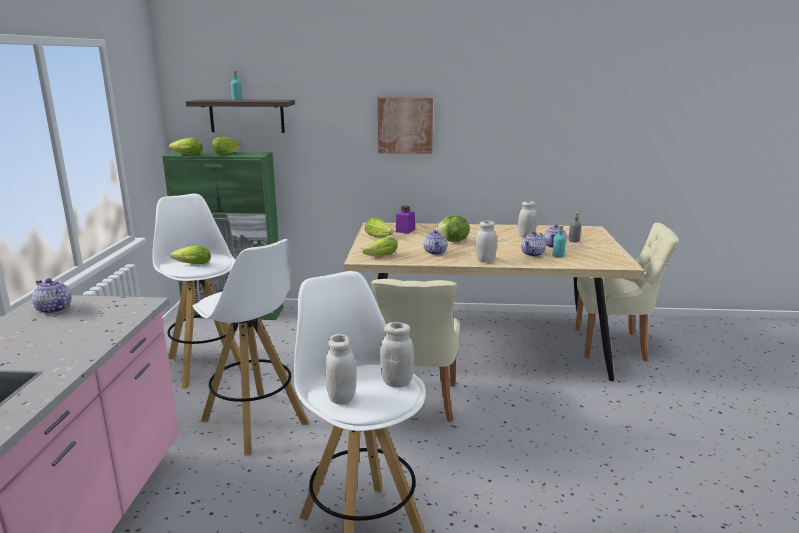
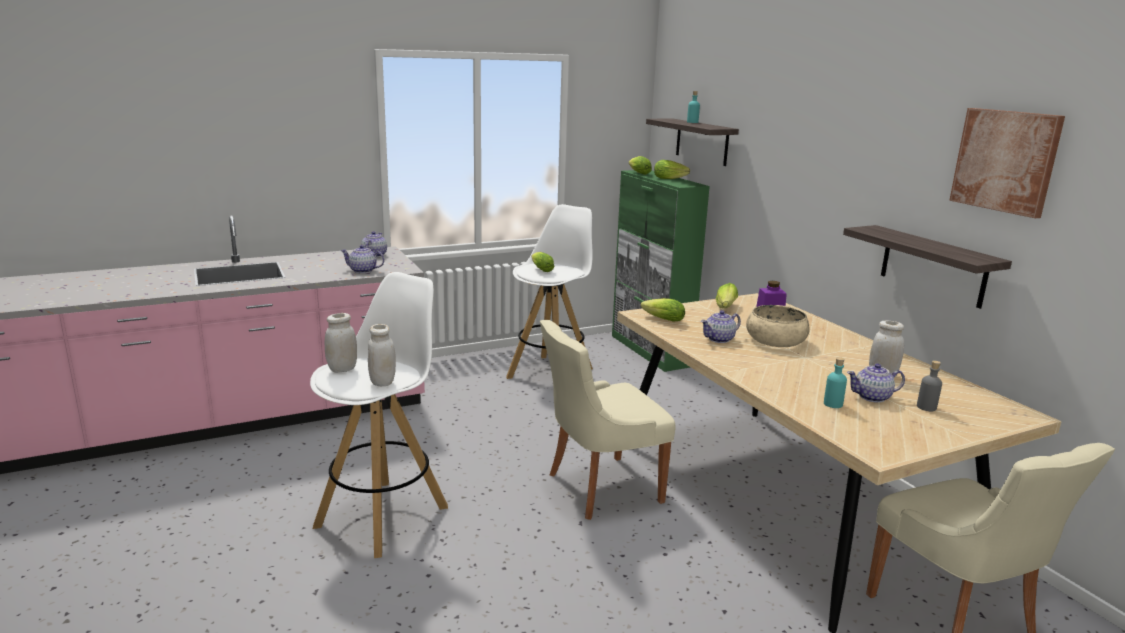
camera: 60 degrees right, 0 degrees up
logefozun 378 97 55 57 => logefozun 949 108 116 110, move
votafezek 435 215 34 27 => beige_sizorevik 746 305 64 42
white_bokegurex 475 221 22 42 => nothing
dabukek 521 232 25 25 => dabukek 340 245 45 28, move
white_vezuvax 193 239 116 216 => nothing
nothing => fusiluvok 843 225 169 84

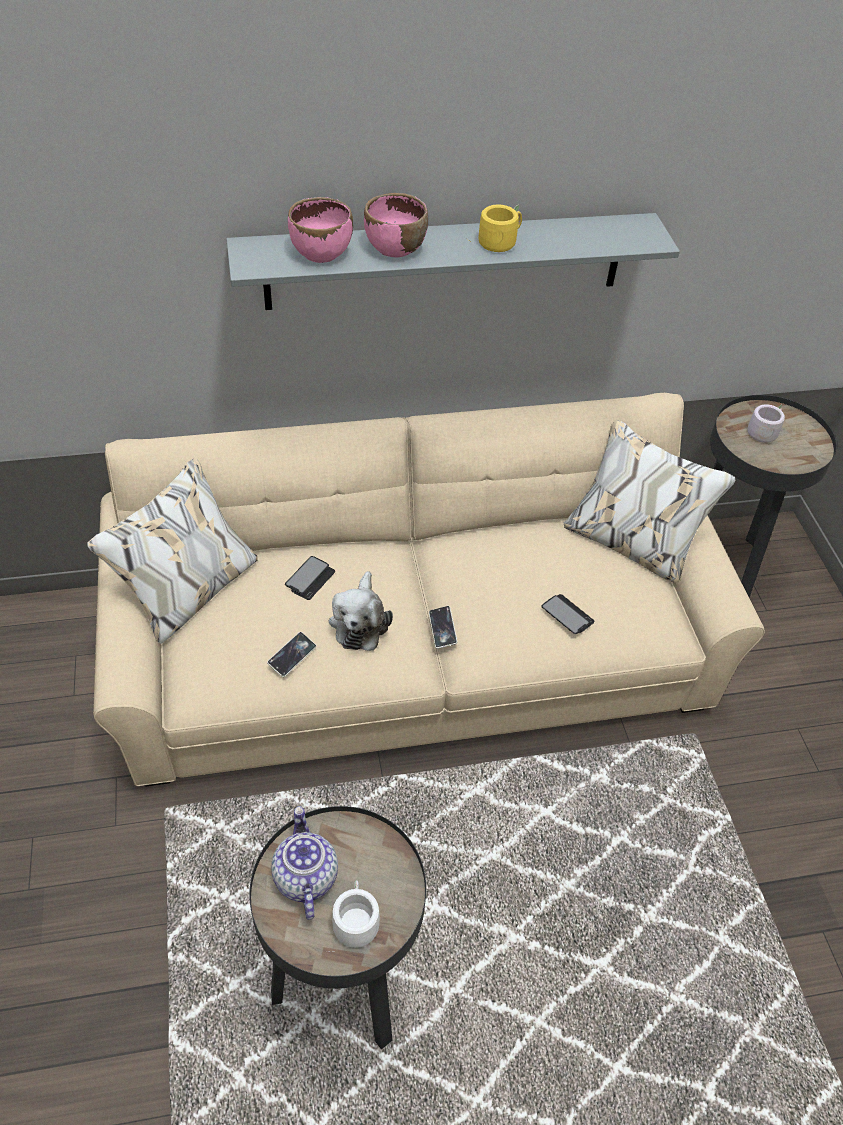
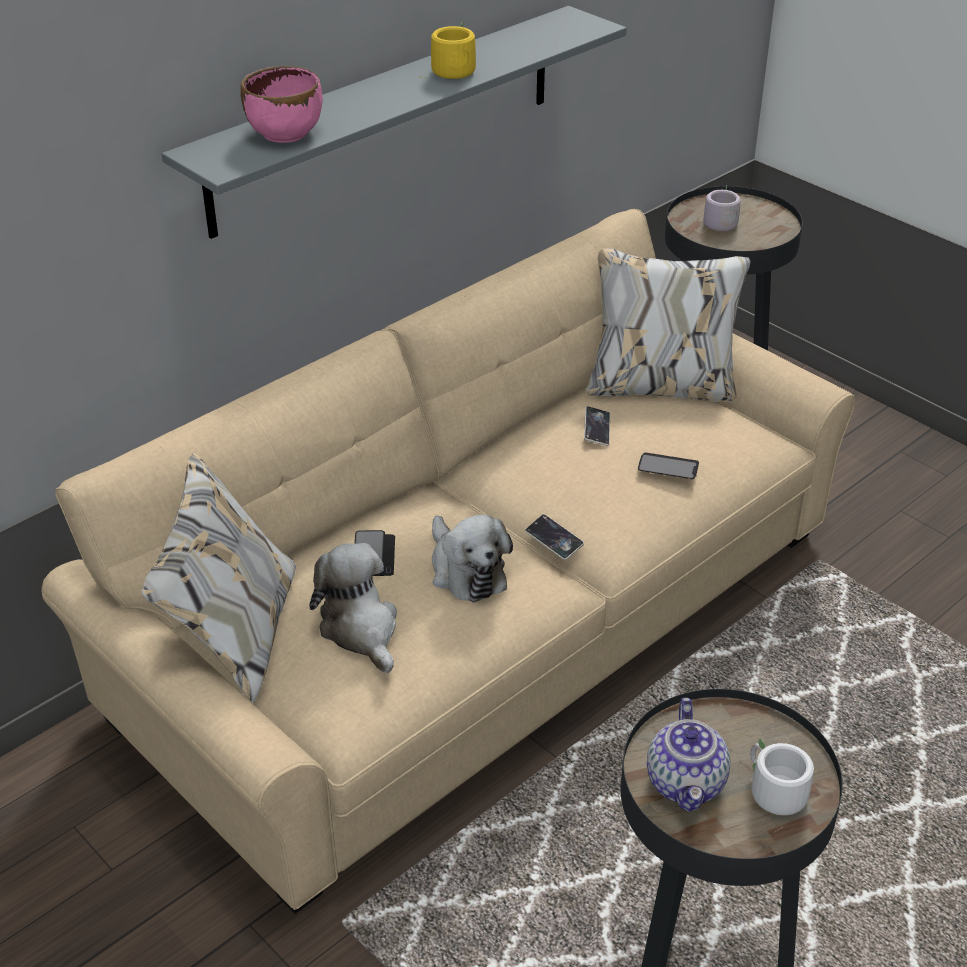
camera: 30 degrees left, 10 degrees down
pink_sizorevik 364 193 64 64 => nothing
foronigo 267 632 49 45 => foronigo 584 406 26 40, move
dabukek 271 806 67 114 => dabukek 647 698 83 114, 135 degrees counterclockwise
nothing => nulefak 309 543 88 130

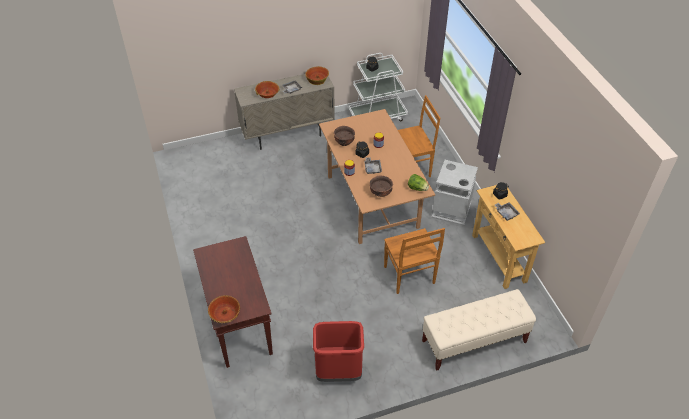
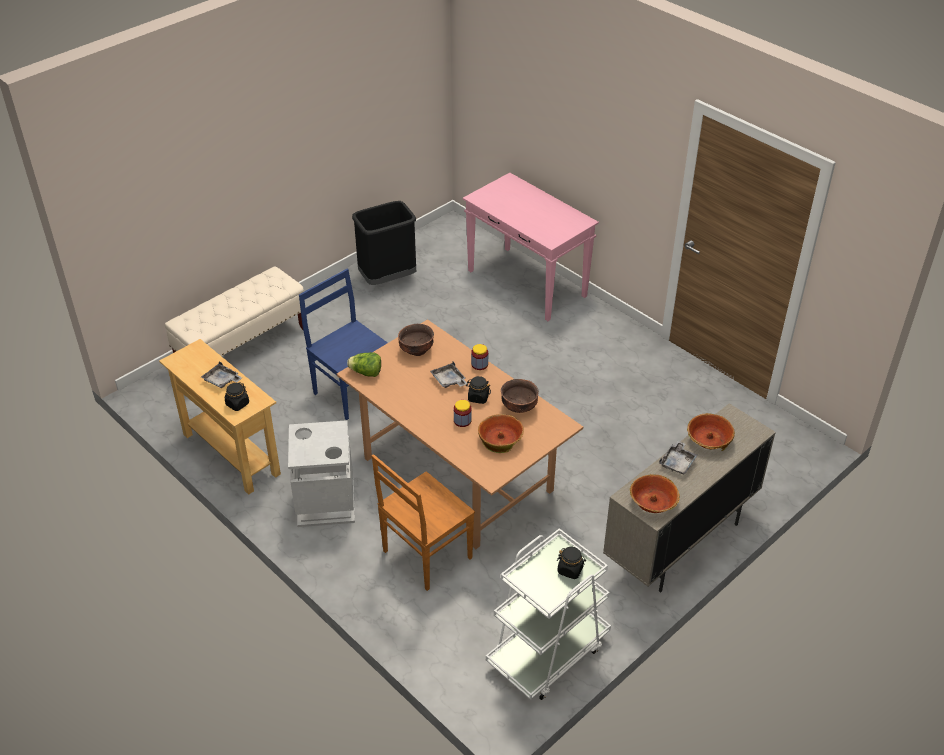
camera: 155 degrees right, 5 degrees down
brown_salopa 384 228 61 66 => blue_salopa 299 269 89 151
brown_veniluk 193 236 80 132 => pink_veniluk 463 173 136 148
sizorevik 208 295 32 28 => sizorevik 478 414 46 39, move
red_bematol 313 321 51 61 => black_bematol 352 201 64 84

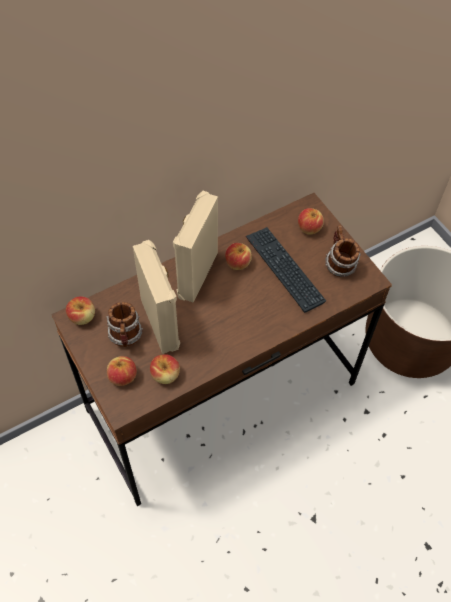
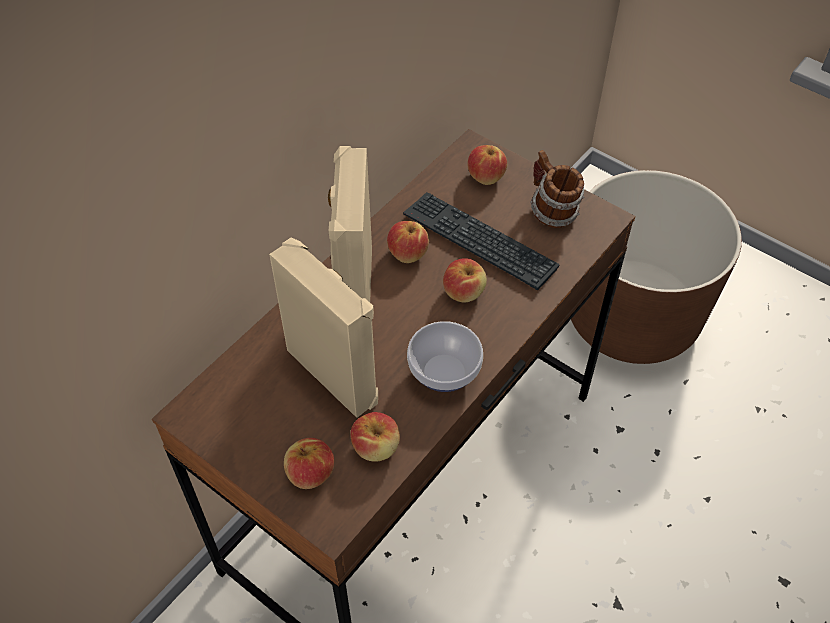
camera: 20 degrees left, 5 degrees down
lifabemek 66 296 29 29 => lifabemek 443 258 44 44, move
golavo 107 302 36 45 => nothing
nothing => sizorevik 407 321 76 71

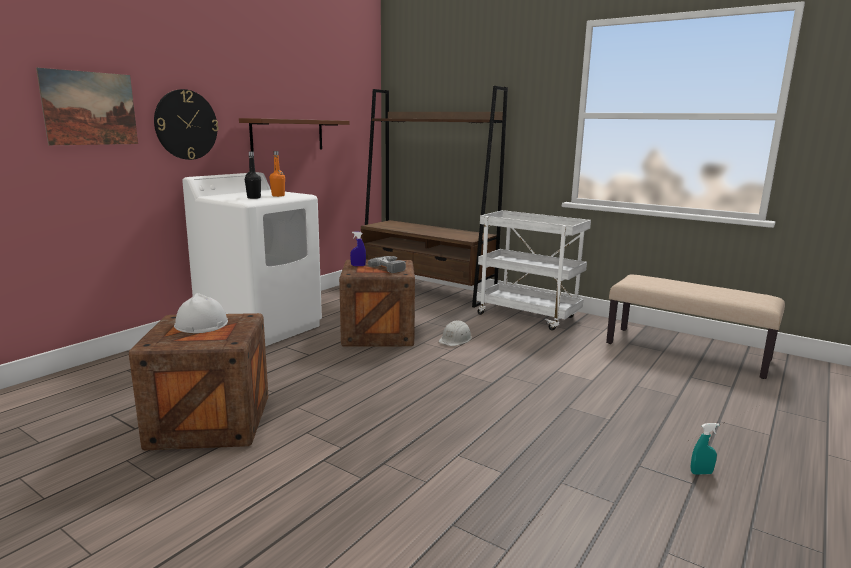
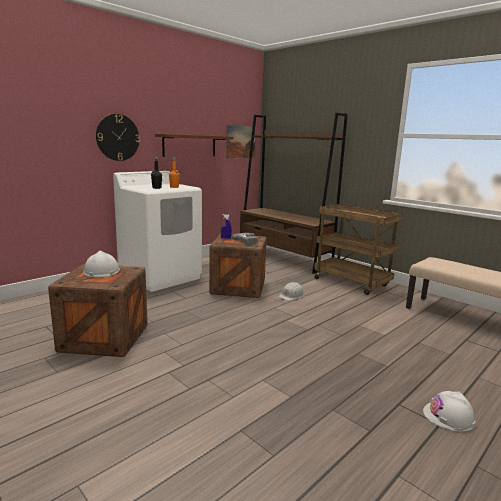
camera: 10 degrees right, 0 degrees up
logefozun 36 68 102 77 => logefozun 226 125 30 34, move
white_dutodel 476 210 115 121 => brown_dutodel 314 204 89 91
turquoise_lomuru 691 423 28 52 => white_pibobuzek 423 391 53 41

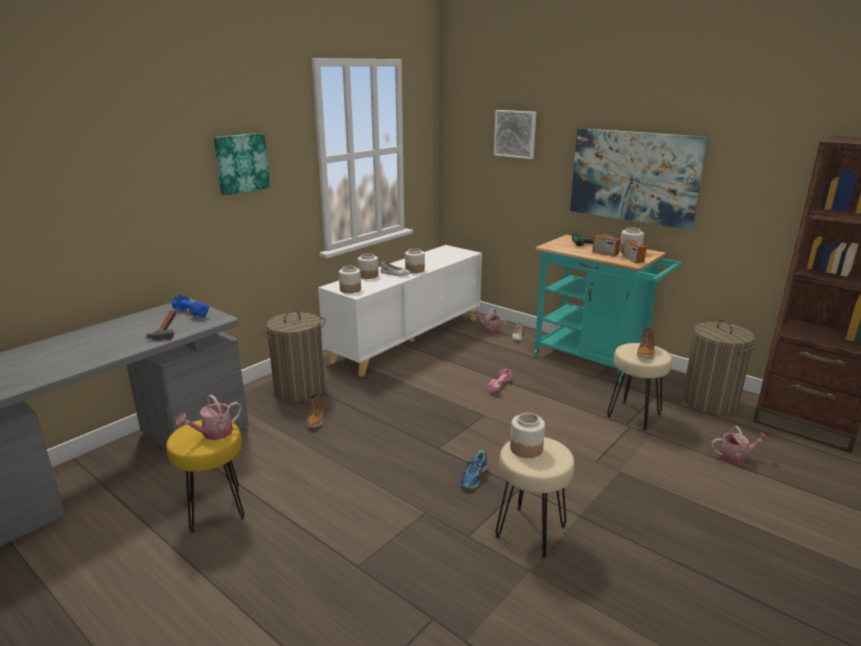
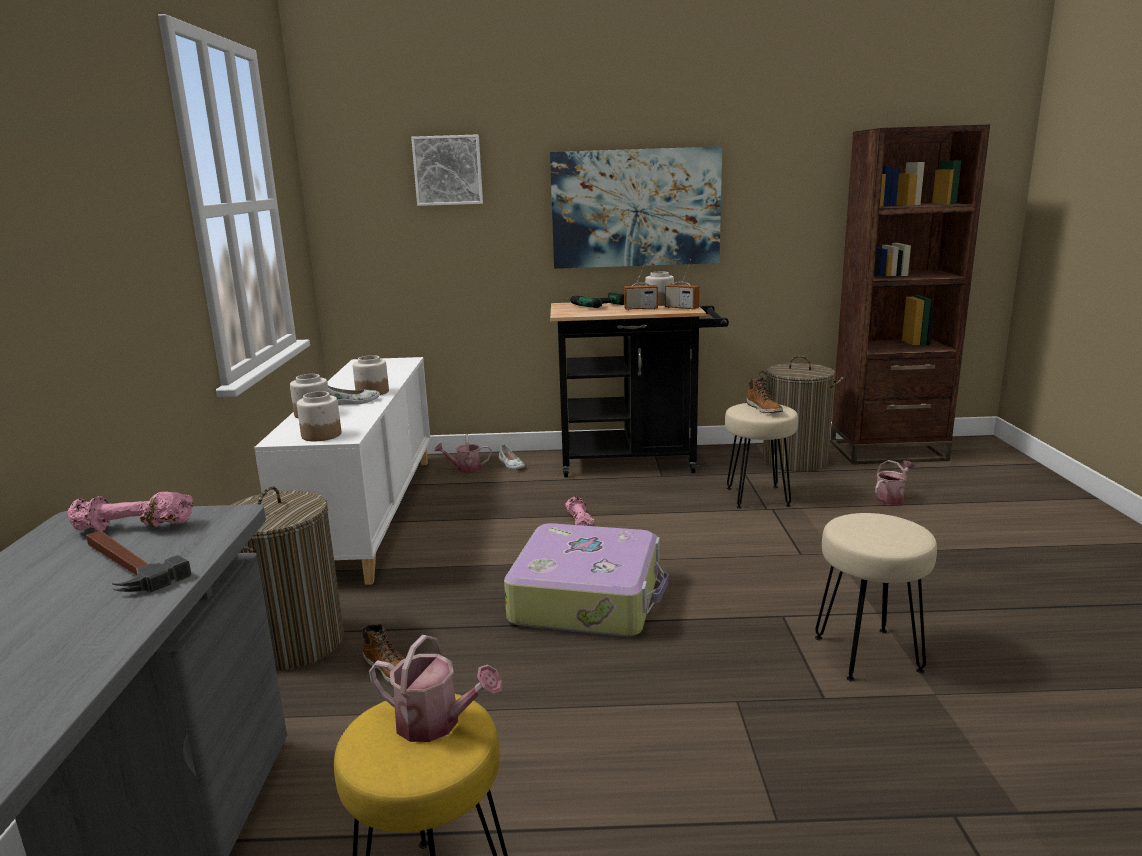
camera: 40 degrees left, 5 degrees down
logefozun 214 133 56 62 => nothing
turquoise_dutodel 533 235 149 148 => black_dutodel 550 303 179 174
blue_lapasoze 171 295 38 22 => pink_lapasoze 67 492 126 39
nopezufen 176 394 66 46 => nopezufen 369 635 134 107, 75 degrees counterclockwise
bokegurex 510 413 35 45 => nothing
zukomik 460 450 28 38 => nothing
nothing => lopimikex 504 523 164 114

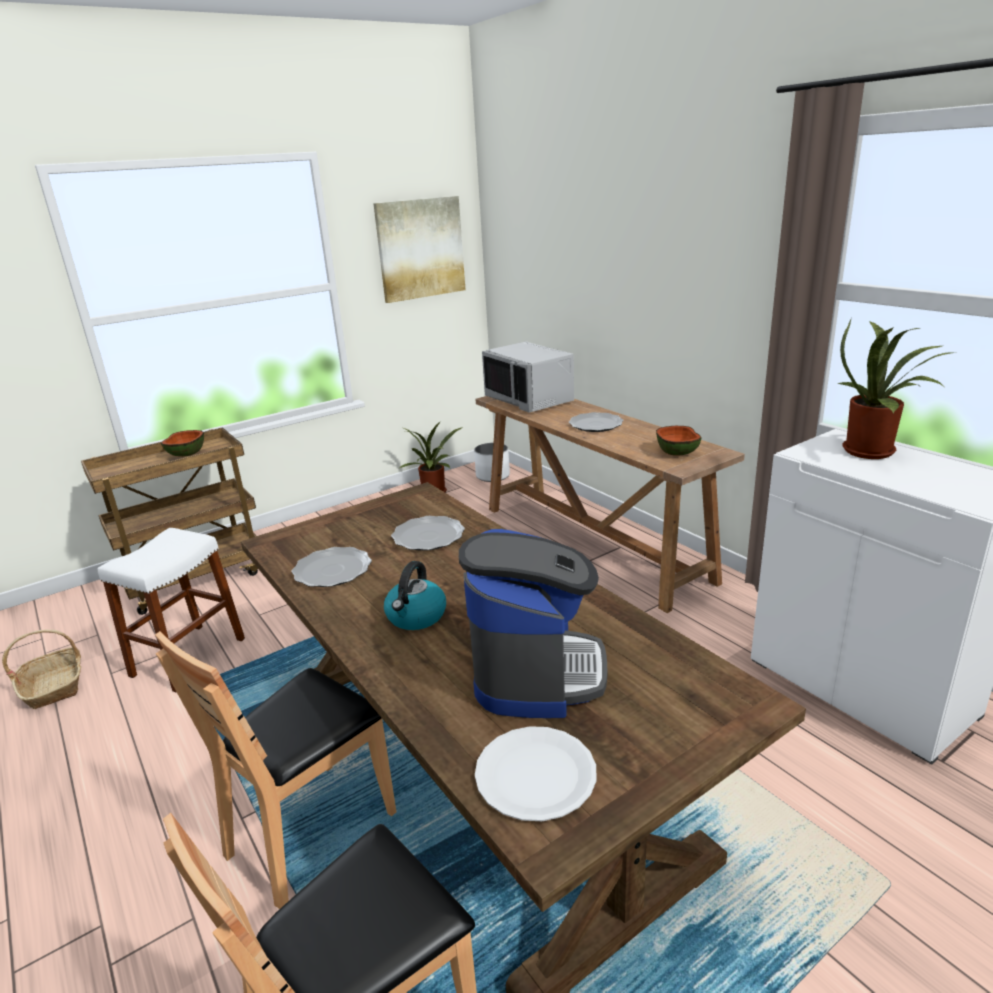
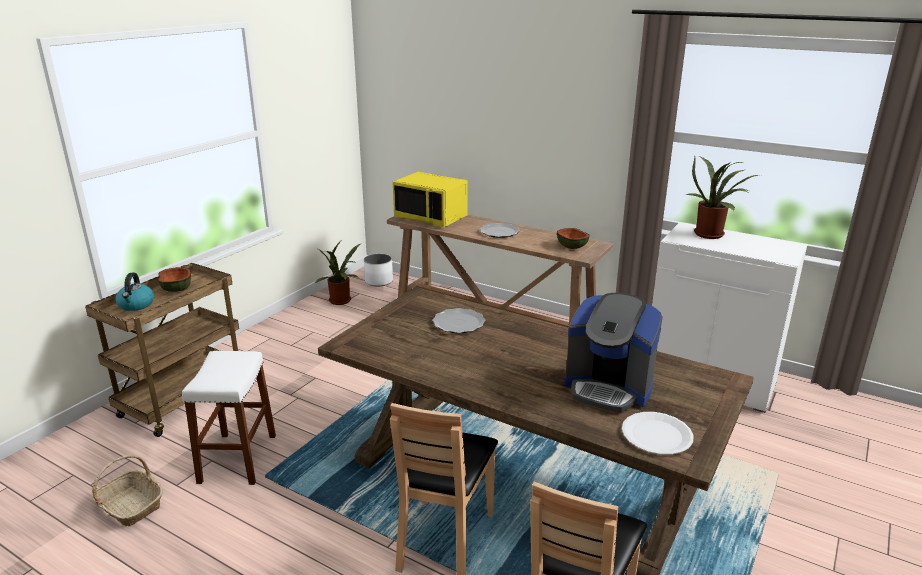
camera: 25 degrees left, 0 degrees up
logefozun 373 196 92 107 => nothing
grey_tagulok 482 341 92 72 => yellow_tagulok 393 172 75 55
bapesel 459 529 148 189 => bapesel 565 293 97 119, 135 degrees clockwise
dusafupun 291 547 81 40 => nothing
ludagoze 384 561 62 69 => ludagoze 115 273 39 38, move

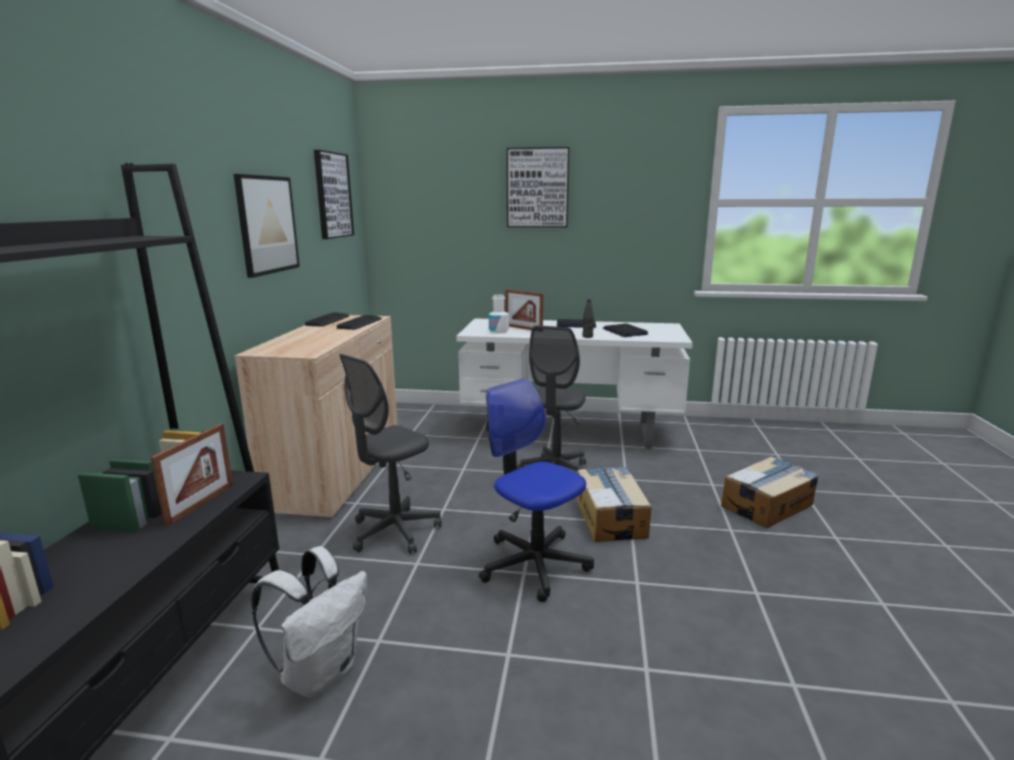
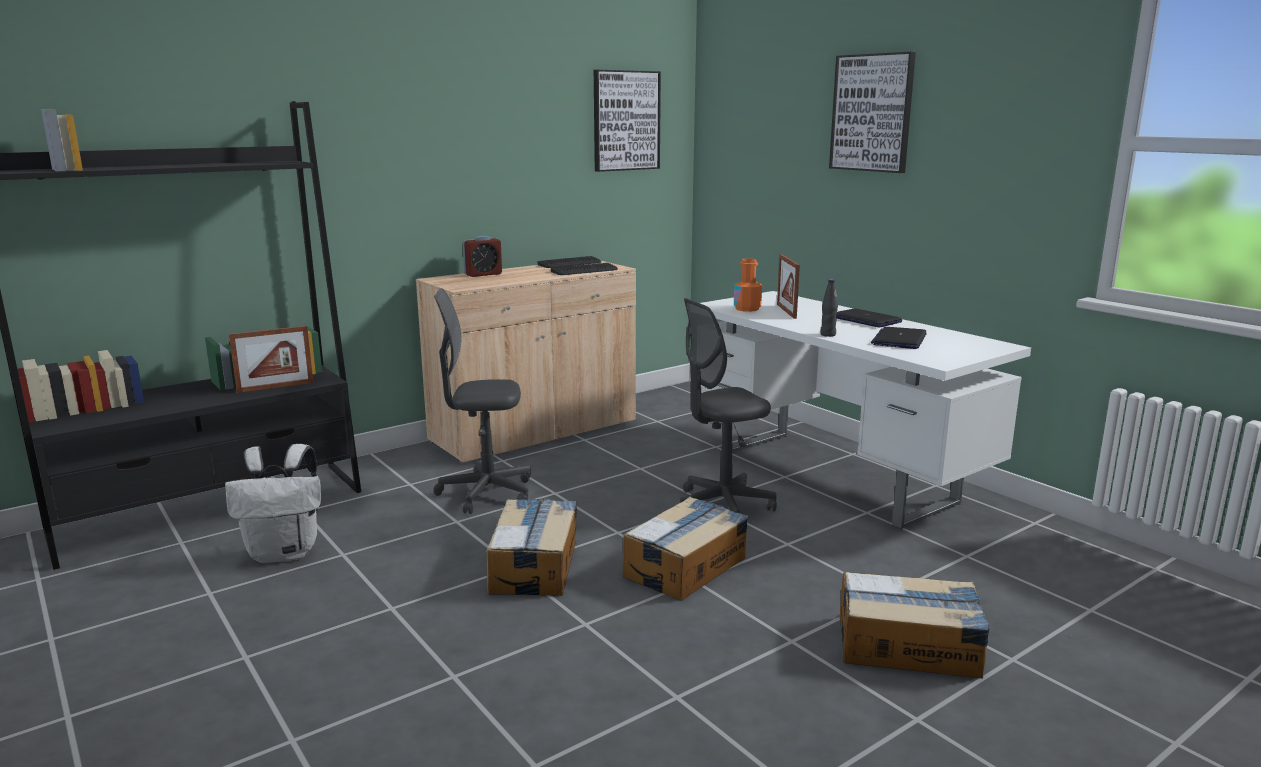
camera: 45 degrees right, 0 degrees up
logefozun 234 174 66 104 => nothing
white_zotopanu 489 295 20 39 => orange_zotopanu 734 259 28 53
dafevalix 479 379 115 223 => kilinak 487 499 90 97
nothing => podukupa 463 236 39 41

